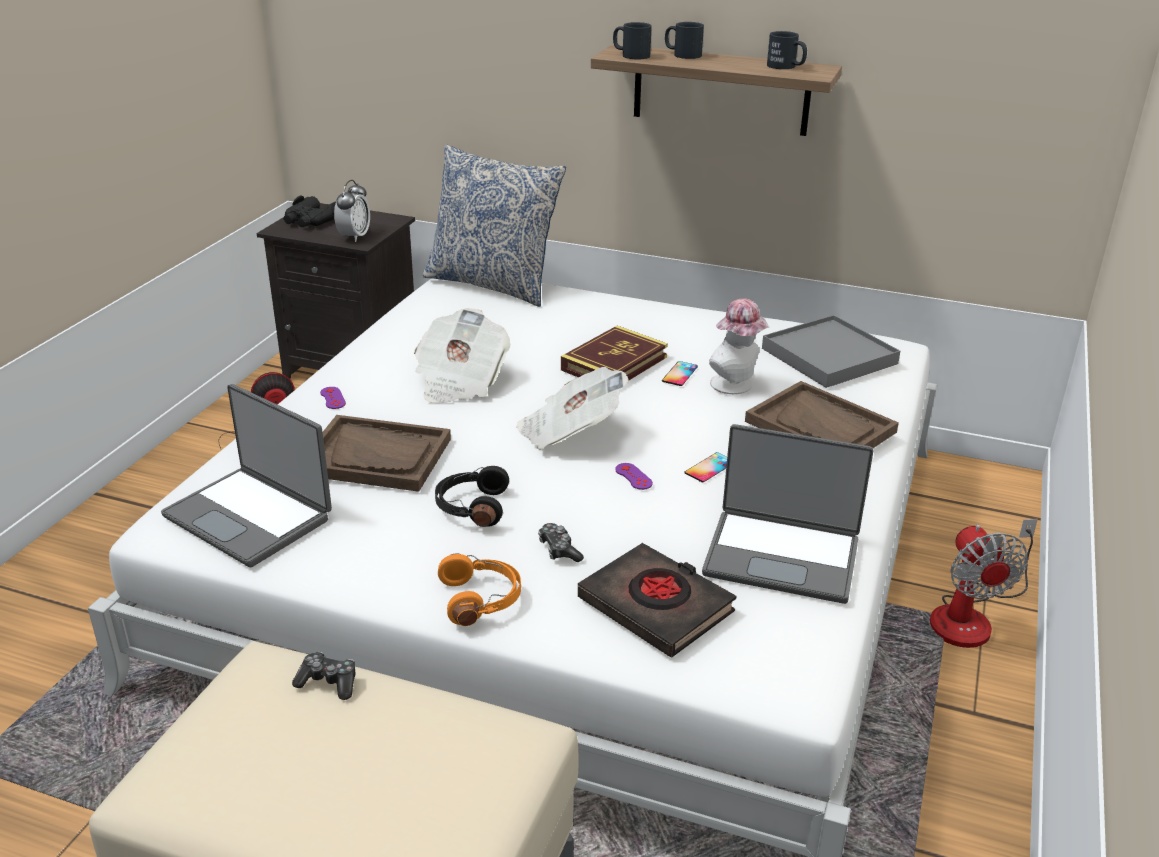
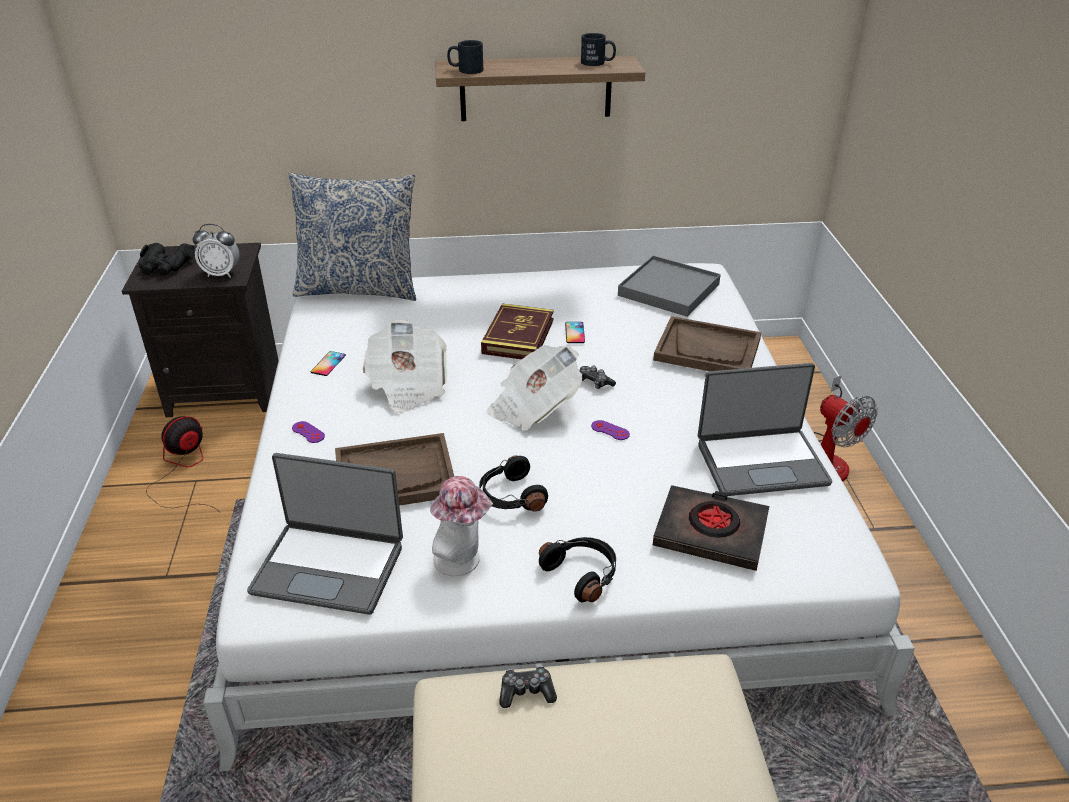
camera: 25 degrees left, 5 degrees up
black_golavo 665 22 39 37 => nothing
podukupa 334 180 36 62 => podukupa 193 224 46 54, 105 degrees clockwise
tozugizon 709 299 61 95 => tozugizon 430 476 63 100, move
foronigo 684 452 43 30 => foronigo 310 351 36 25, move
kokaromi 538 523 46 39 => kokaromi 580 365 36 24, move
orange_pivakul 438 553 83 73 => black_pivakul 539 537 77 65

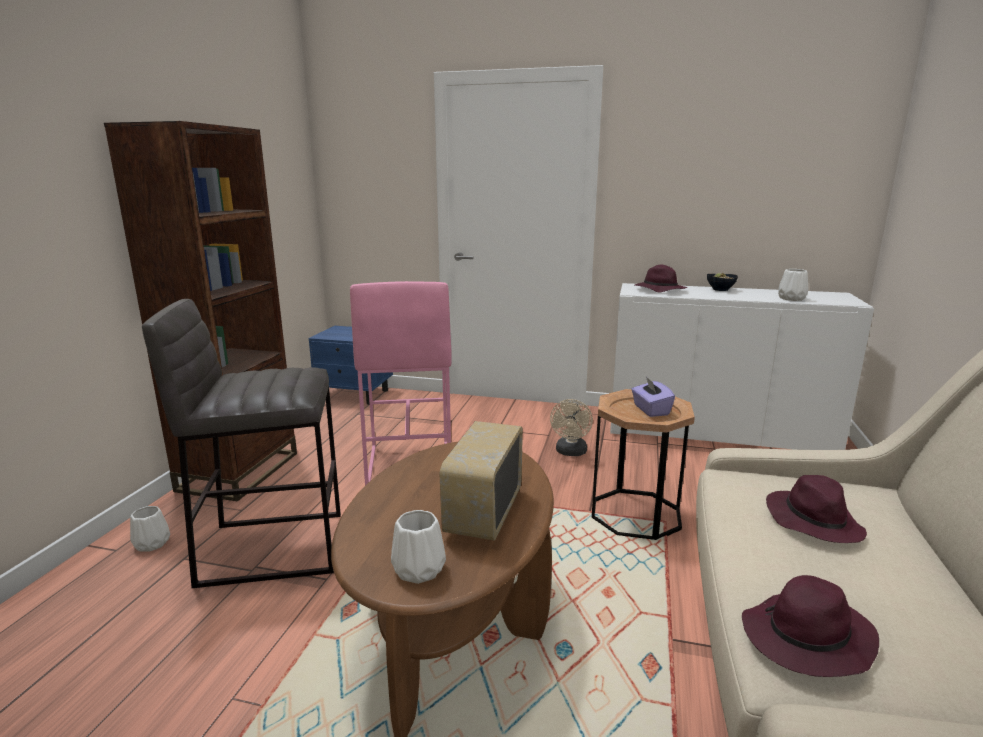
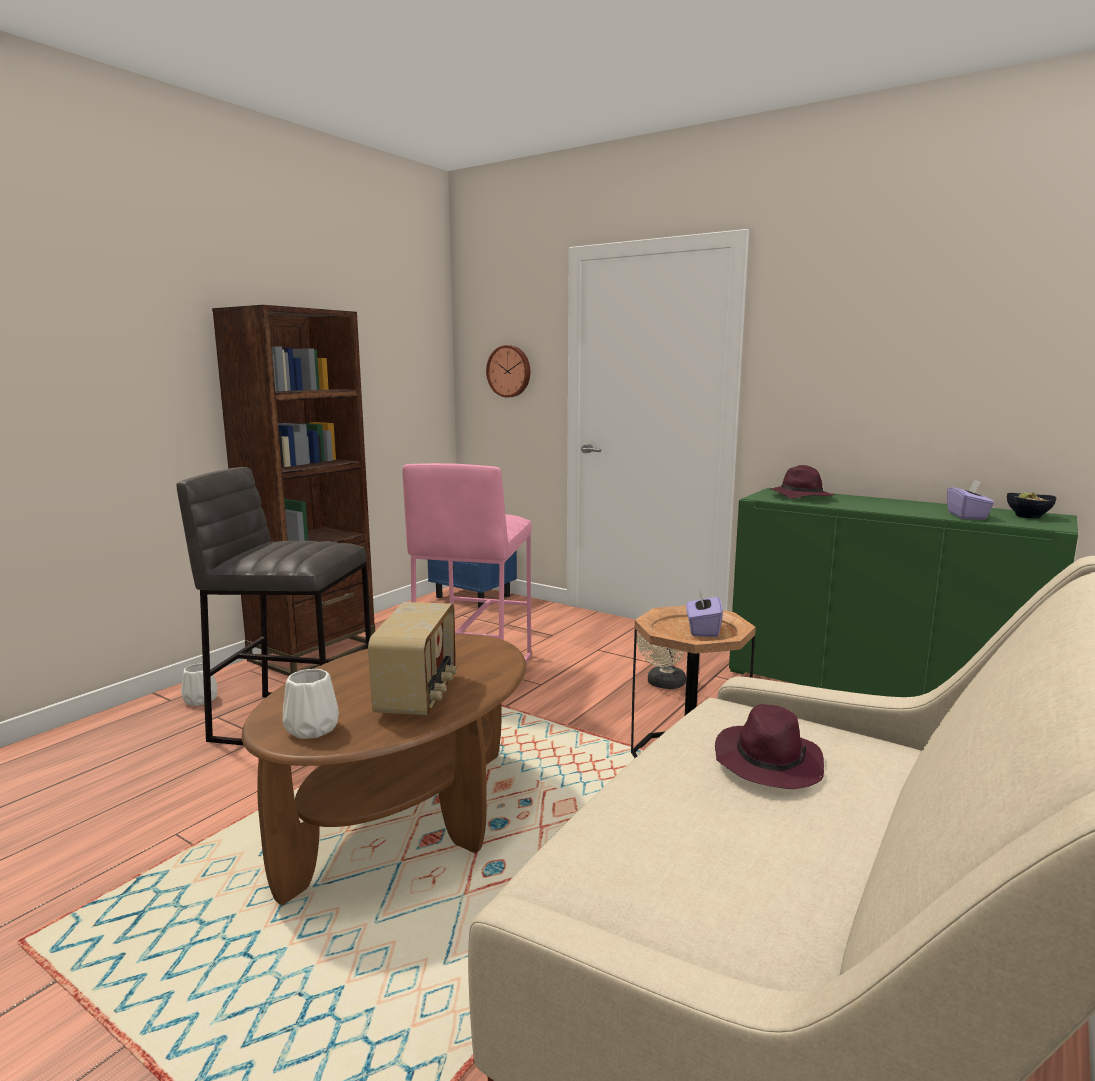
camera: 20 degrees right, 5 degrees down
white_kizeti 778 269 30 32 => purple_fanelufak 947 479 47 41
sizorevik 707 273 31 18 => sizorevik 1007 492 50 27, move
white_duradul 610 283 264 167 => green_duradul 729 488 349 209
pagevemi 440 421 83 119 => pagevemi 368 602 89 113, 150 degrees clockwise
purple_tozugizon 742 575 137 102 => nothing
nothing => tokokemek 486 345 44 53

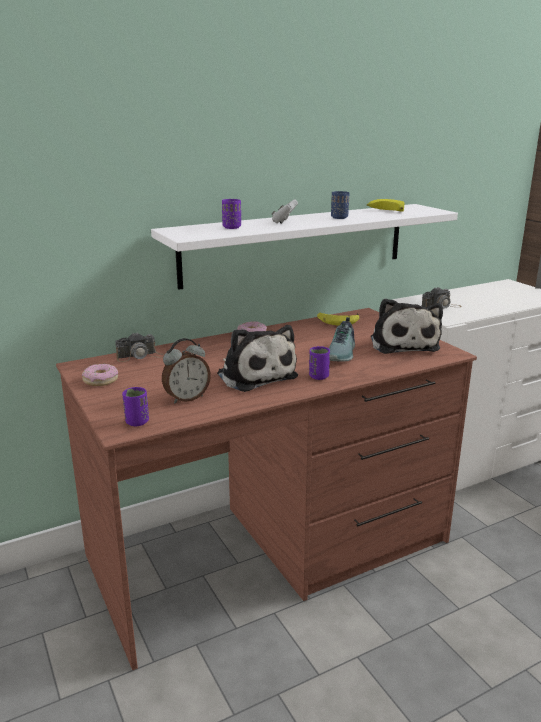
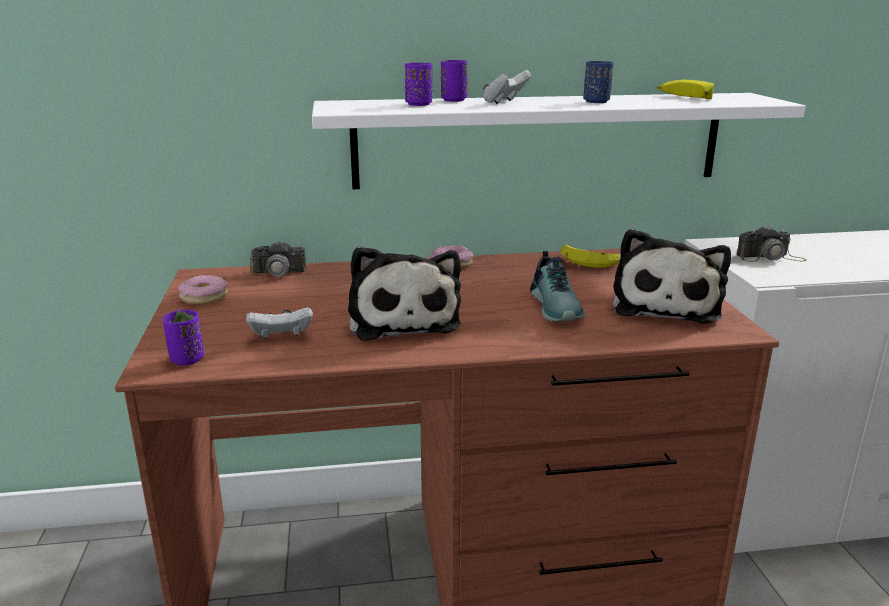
camera: 20 degrees right, 0 degrees up
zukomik 329 317 26 45 => zukomik 530 251 55 70, 45 degrees counterclockwise
podukupa 162 338 49 66 => white_kokaromi 246 307 67 31
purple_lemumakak 309 346 21 34 => purple_lemumakak 441 60 26 42, move

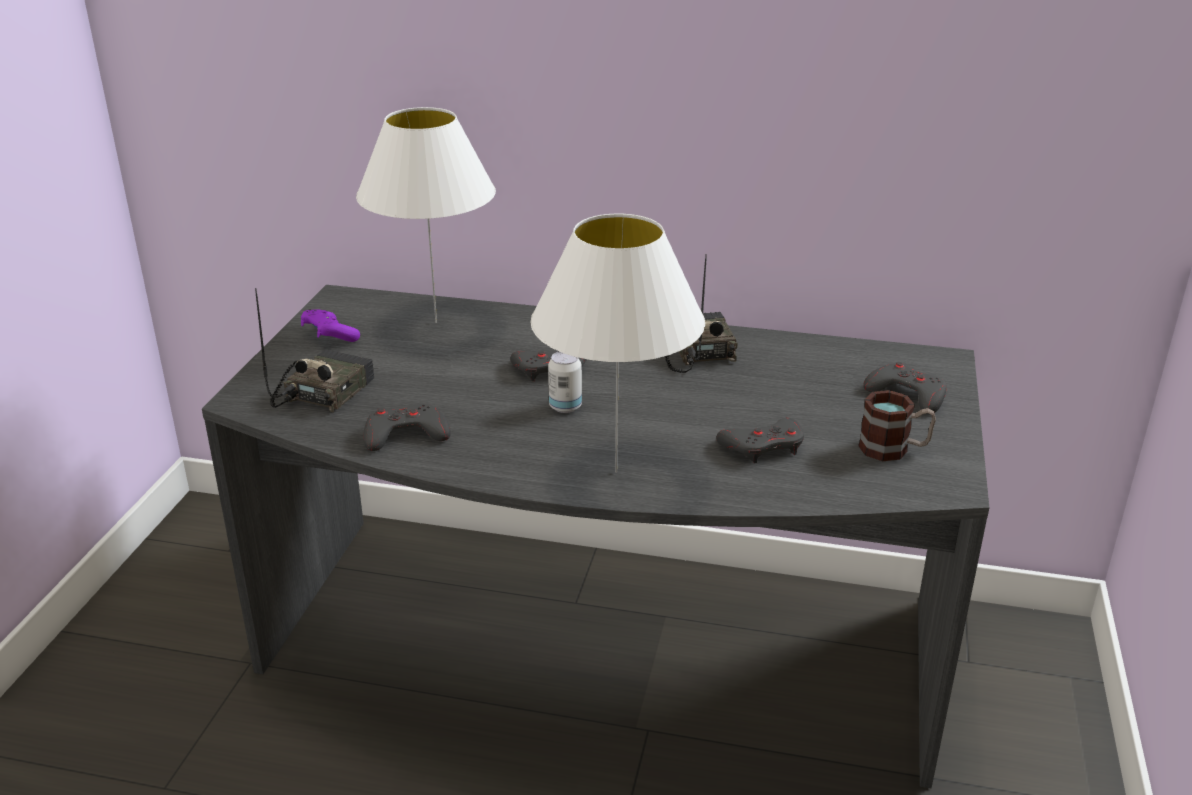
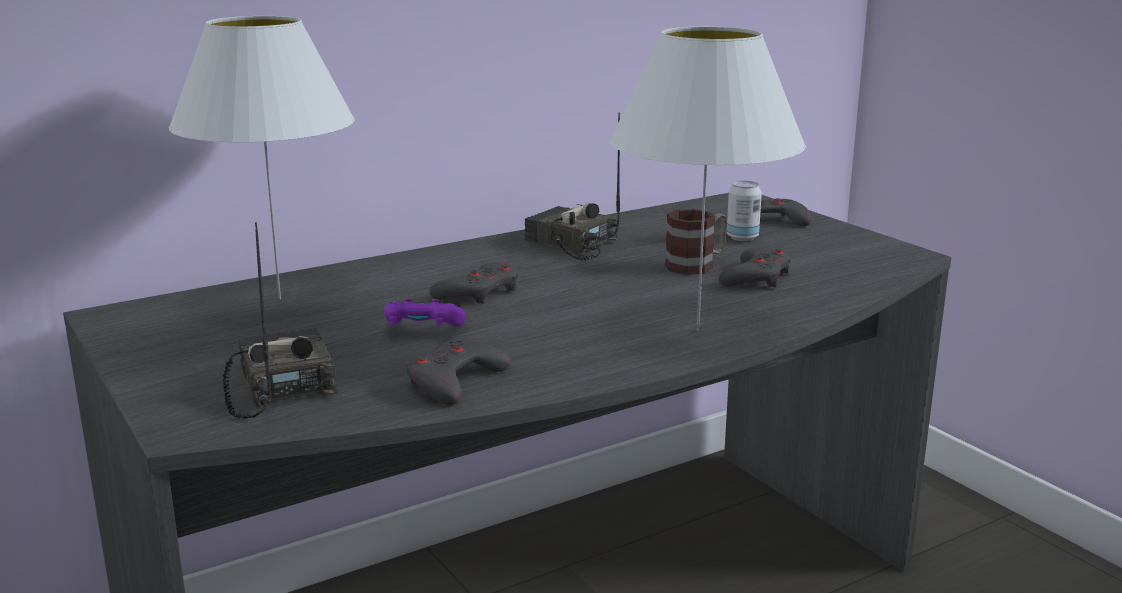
camera: 45 degrees left, 10 degrees down
purple_kokaromi 301 309 59 33 => purple_kokaromi 384 298 82 29, move
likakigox 548 352 34 61 => likakigox 727 181 35 60, move
golavo 858 390 78 71 => golavo 665 209 62 66, move

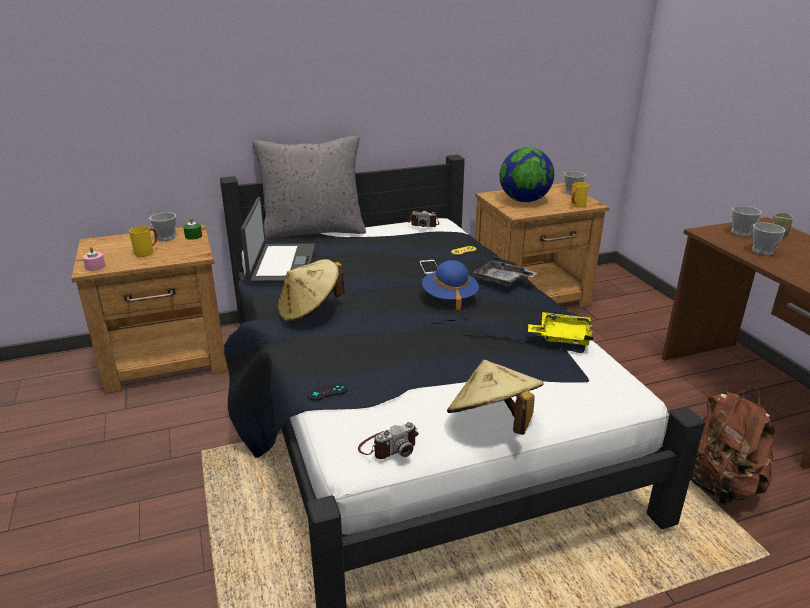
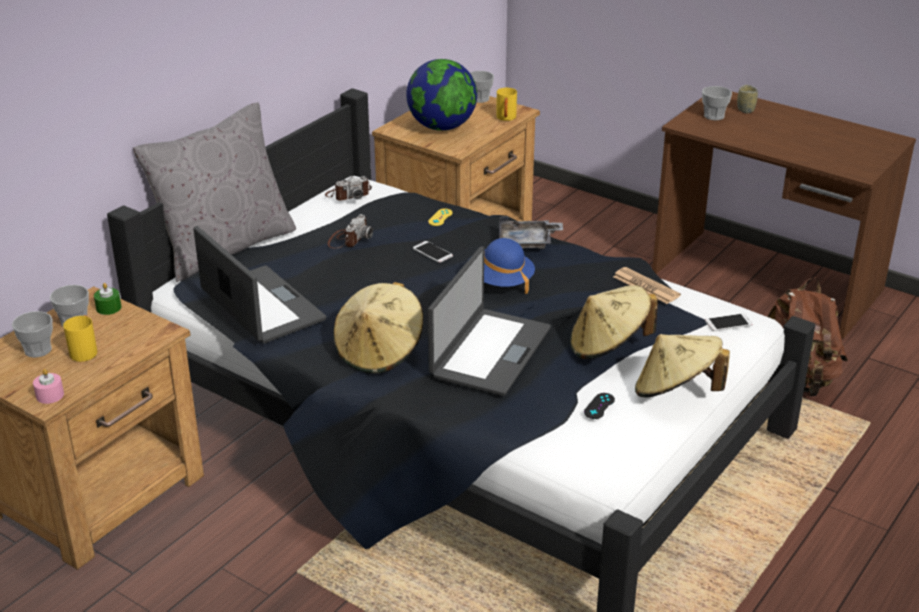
camera: 35 degrees left, 5 degrees up
lemumakak 752 223 33 32 => lemumakak 12 311 41 47, move
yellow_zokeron 528 312 65 34 => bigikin 613 267 68 37
black_kokaromi 307 383 40 17 => black_kokaromi 584 393 31 26, move
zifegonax 358 422 61 37 => zifegonax 328 214 45 35, move
nothing => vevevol 428 247 123 149
nothing => beige_tozugizon 570 285 88 74
nothing => foronigo 705 313 48 18

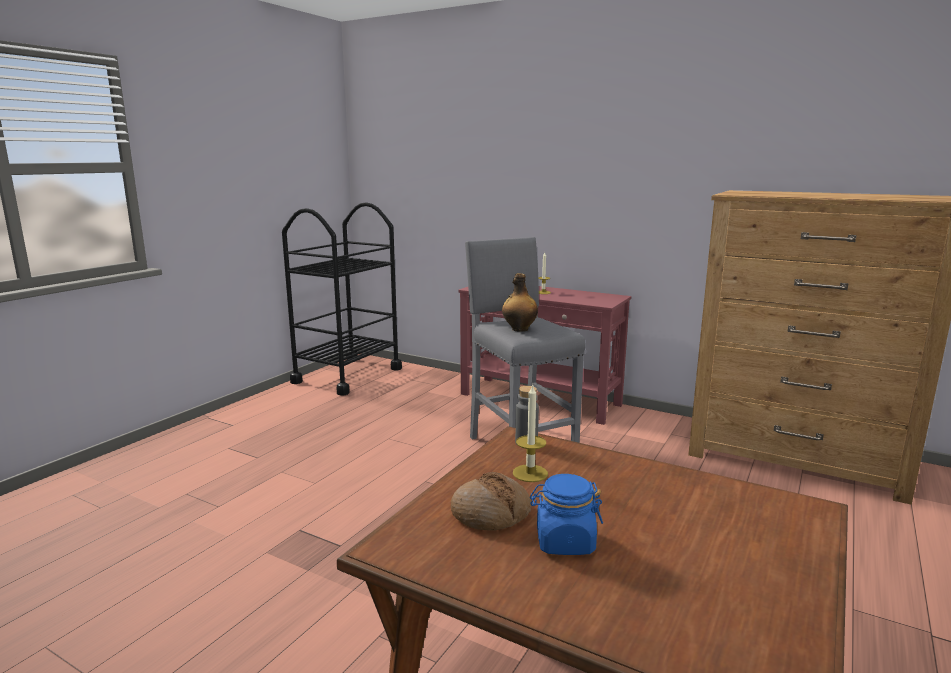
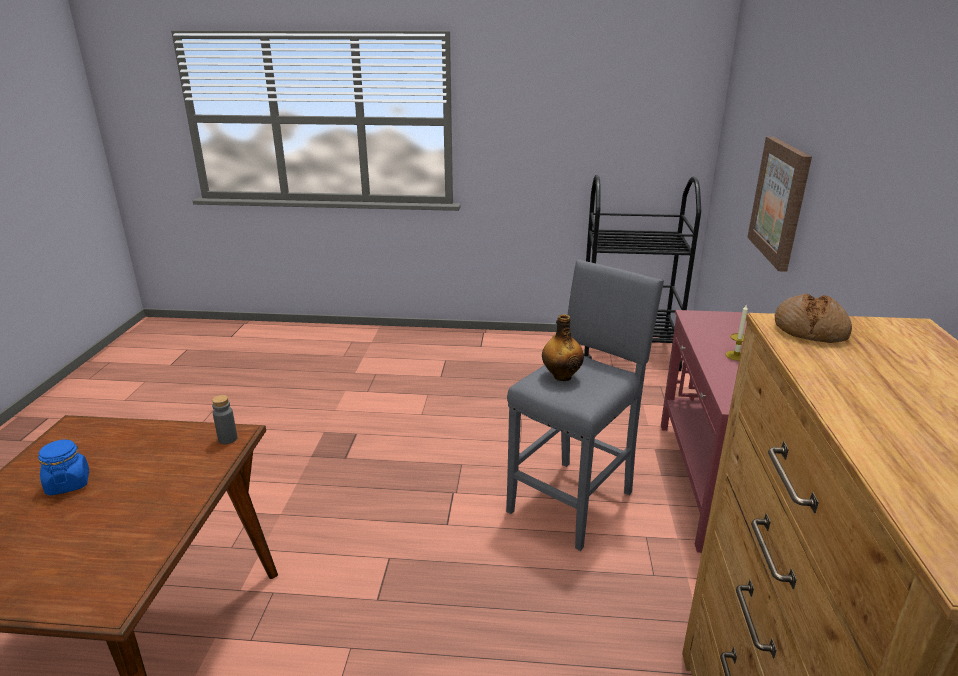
camera: 65 degrees right, 10 degrees up
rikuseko 513 384 35 98 => nothing
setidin 451 472 80 58 => setidin 774 294 78 49, move
nothing => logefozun 747 137 65 135

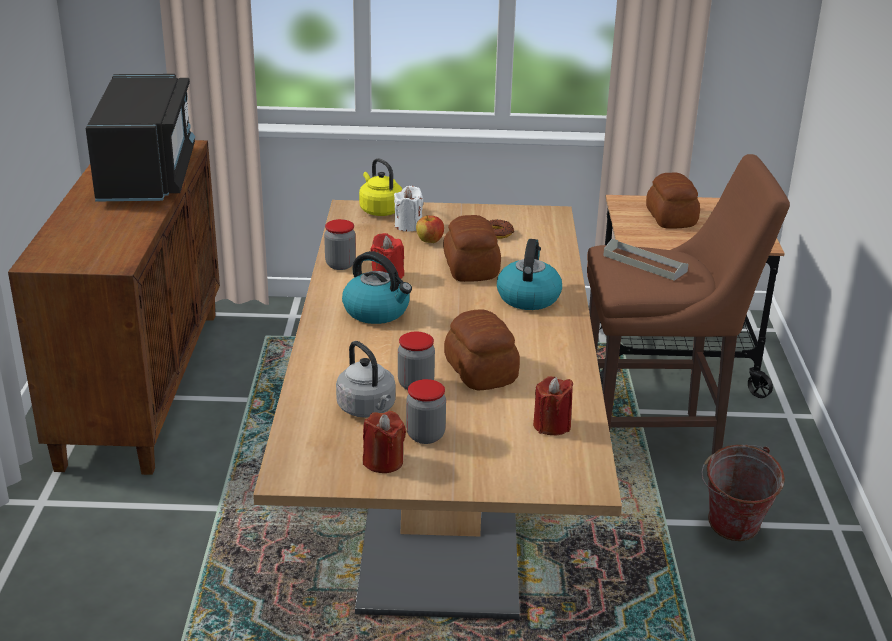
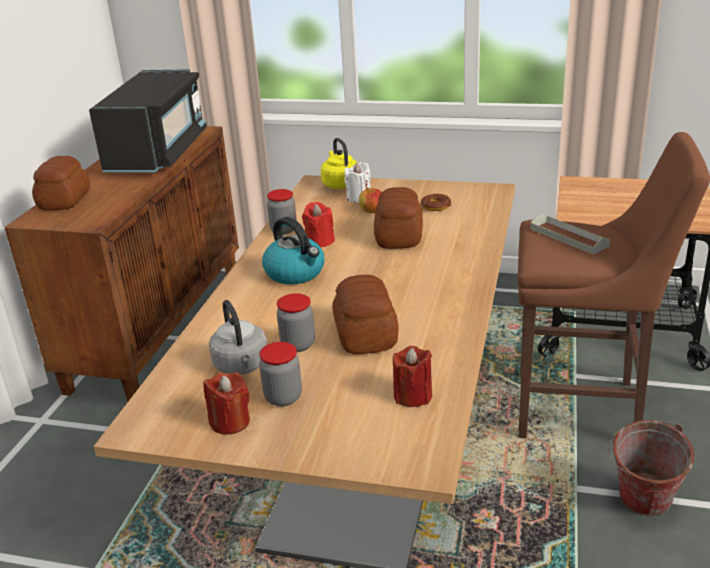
camera: 15 degrees right, 0 degrees up
setidin 646 173 54 56 => setidin 32 156 58 54, move
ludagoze 497 239 65 71 => nothing

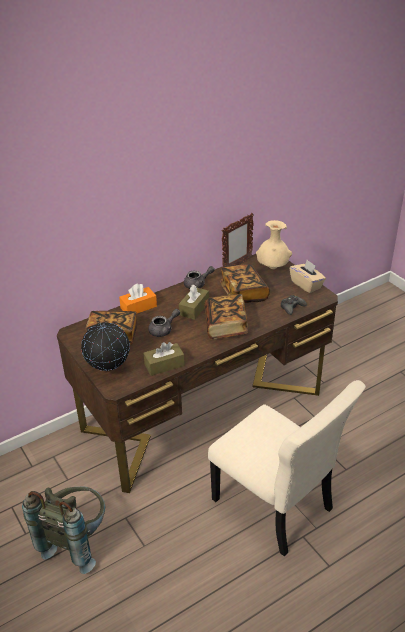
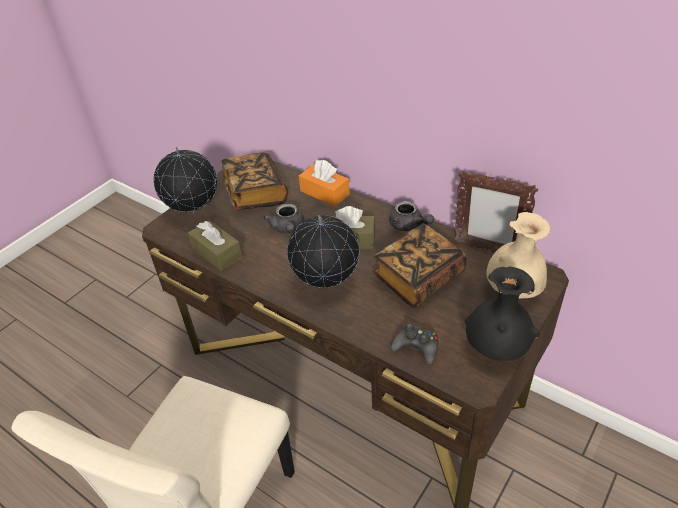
camera: 70 degrees right, 5 degrees up
beige_fanelufak 290 260 36 33 => black_kizeti 465 267 75 94
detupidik 204 294 44 45 => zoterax 287 215 73 73
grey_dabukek 148 309 32 28 => grey_dabukek 264 204 41 30, 45 degrees clockwise
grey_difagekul 22 487 83 87 => nothing

